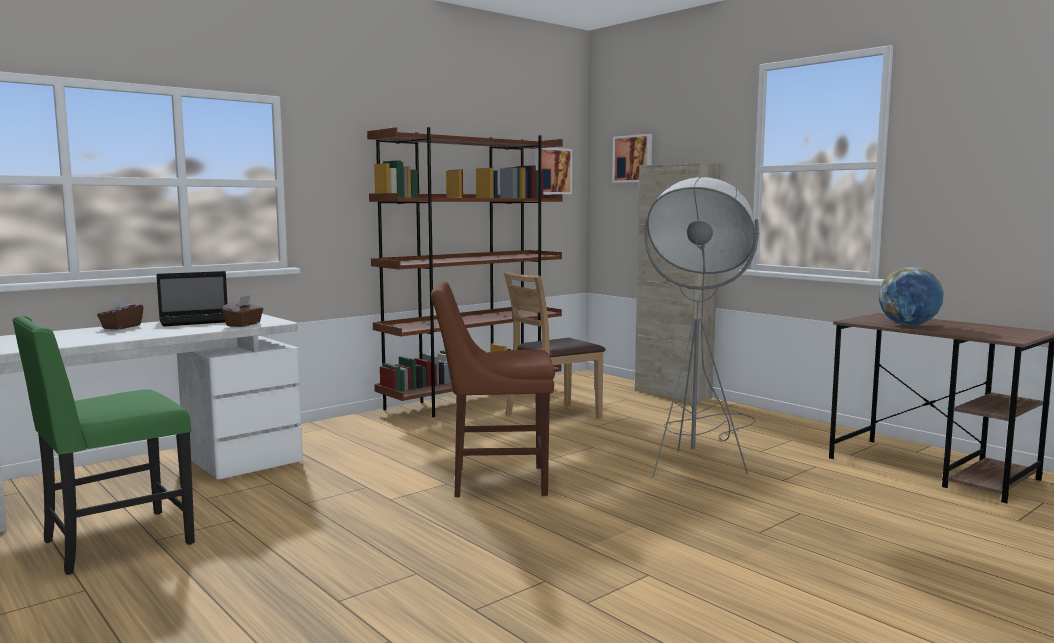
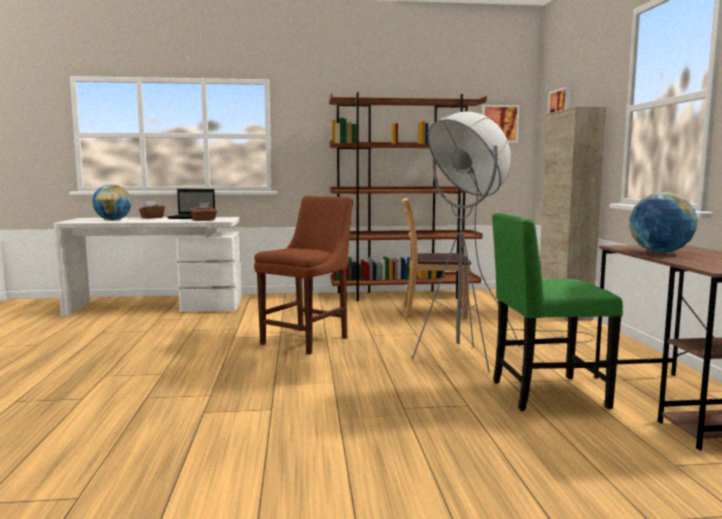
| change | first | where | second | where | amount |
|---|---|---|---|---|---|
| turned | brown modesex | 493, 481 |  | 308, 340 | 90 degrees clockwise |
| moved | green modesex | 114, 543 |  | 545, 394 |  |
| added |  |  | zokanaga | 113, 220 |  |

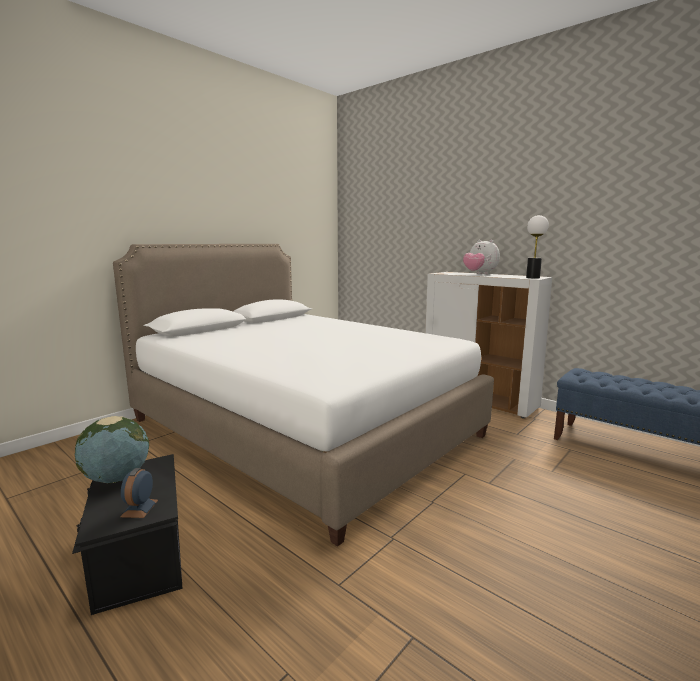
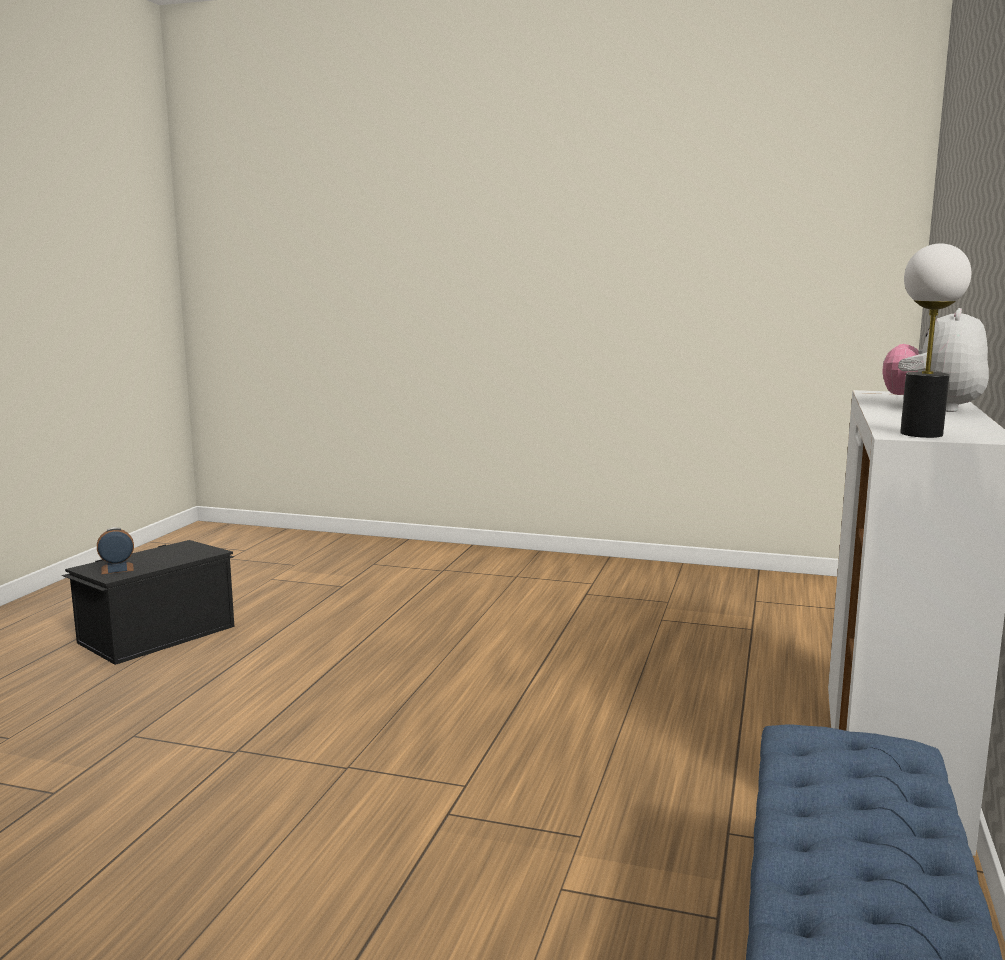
| change | first | where | second | where | amount |
|---|---|---|---|---|---|
| removed | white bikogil | 302, 428 |  |  |  |
| removed | zokanaga | 116, 478 |  |  |  |

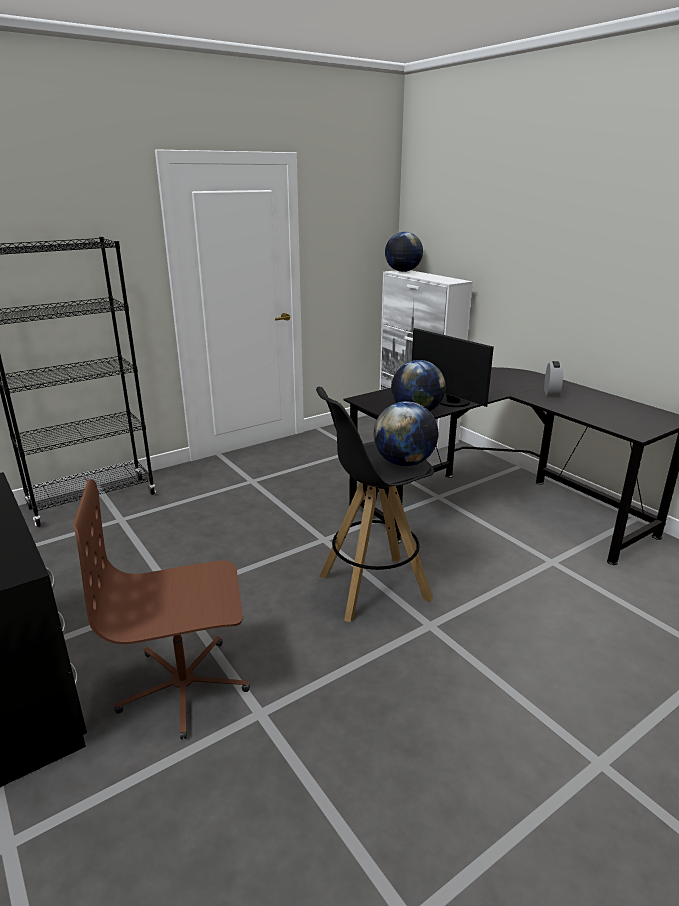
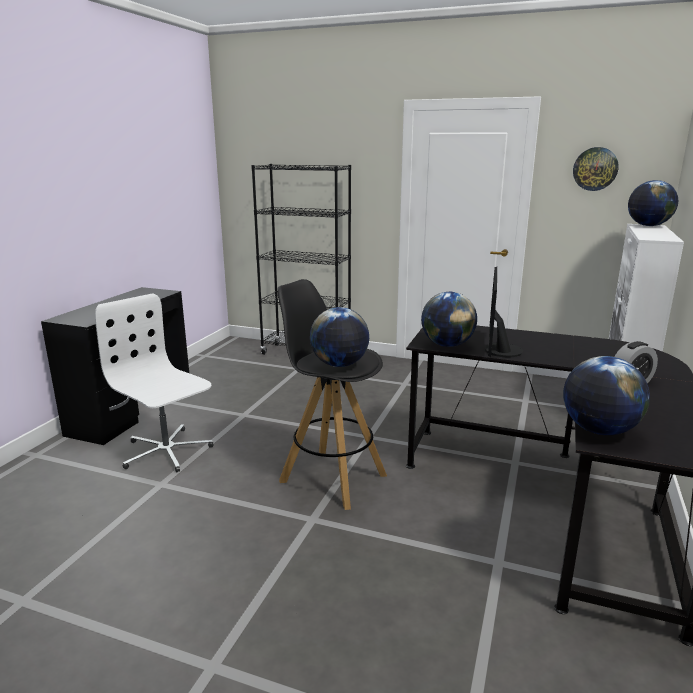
| change | first | where | second | where | amount |
|---|---|---|---|---|---|
| recoloured | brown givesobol | 184, 686 | white givesobol | 166, 451 |  |
| added |  |  | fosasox | 595, 169 |  |
| added |  |  | zokanaga | 599, 430 |  |

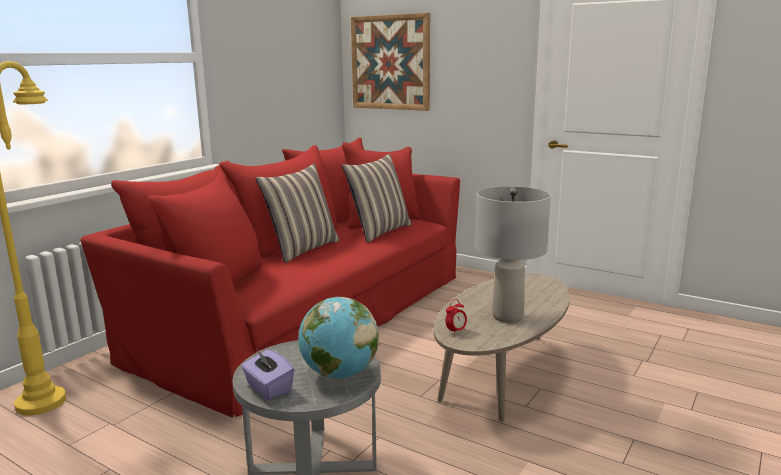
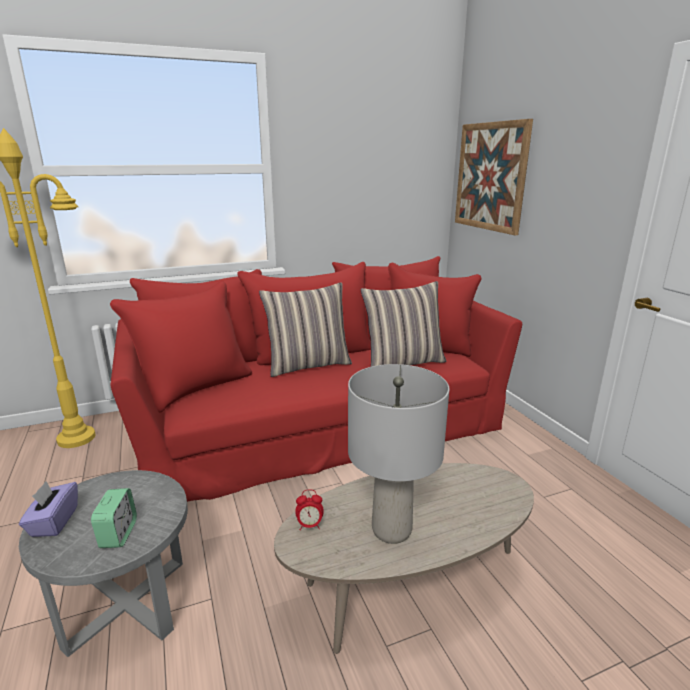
| change | first | where | second | where | amount |
|---|---|---|---|---|---|
| replaced | zokanaga | 339, 374 | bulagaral | 118, 534 |  |

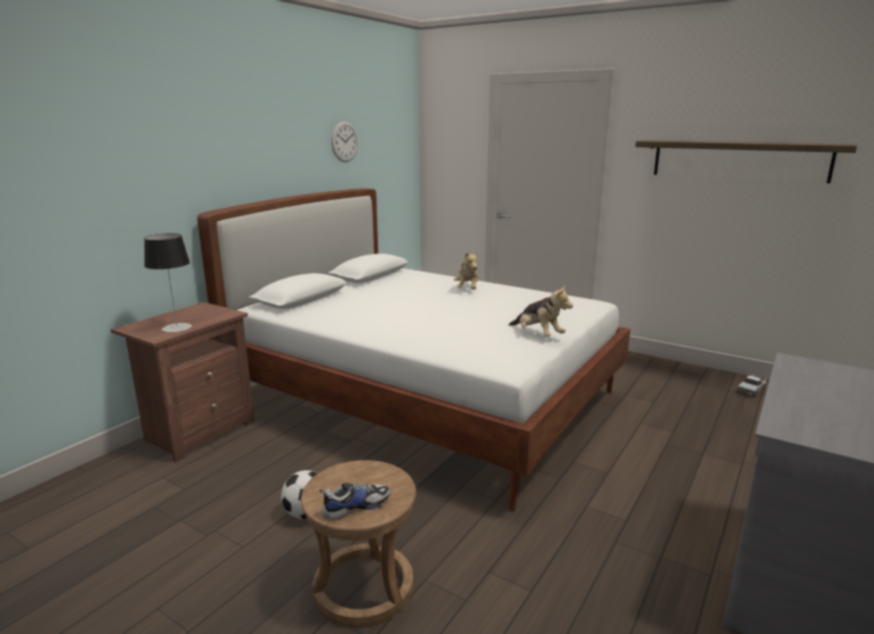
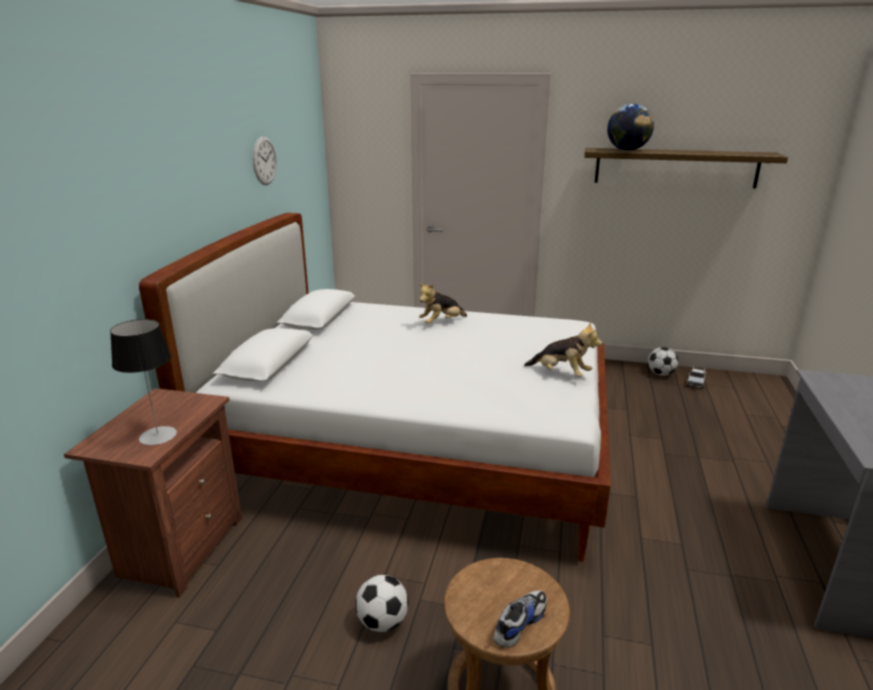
| change | first | where | second | where | amount |
|---|---|---|---|---|---|
| turned | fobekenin | 467, 289 |  | 441, 323 | 75 degrees clockwise |
| added |  |  | zokanaga | 627, 150 |  |
| added |  |  | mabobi | 660, 374 |  |

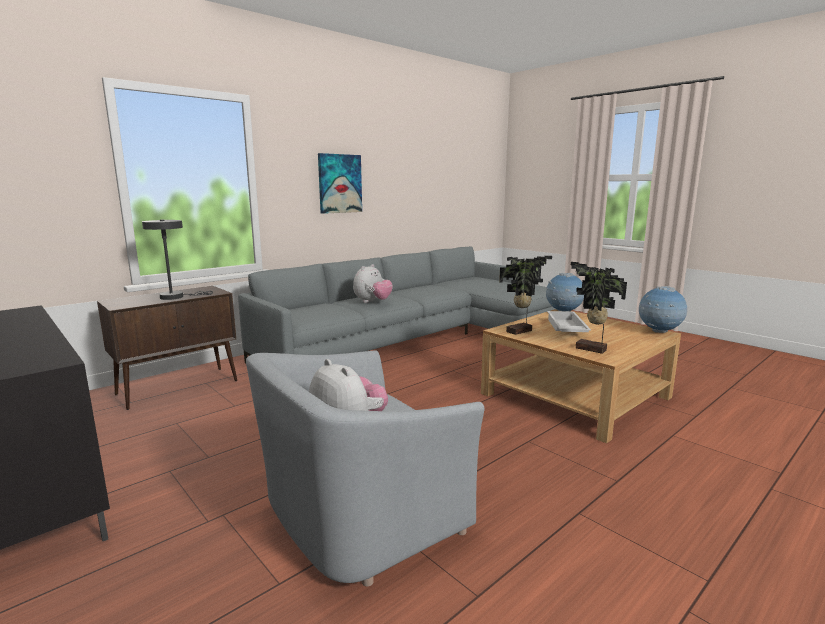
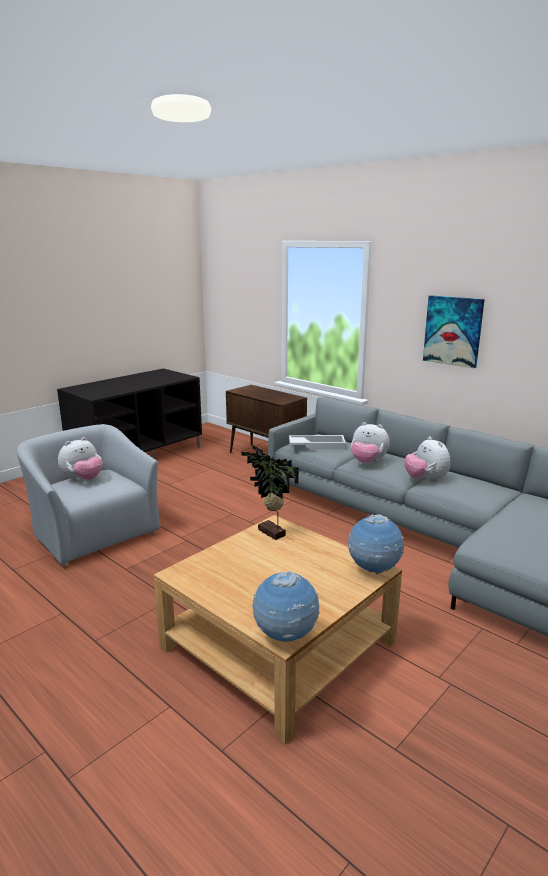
| change | first | where | second | where | amount |
|---|---|---|---|---|---|
| removed | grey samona | 176, 297 |  |  |  |
| removed | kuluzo | 591, 350 |  |  |  |
| moved | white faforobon | 565, 328 |  | 317, 445 |  |
| added |  |  | fobekenin | 425, 479 |  |

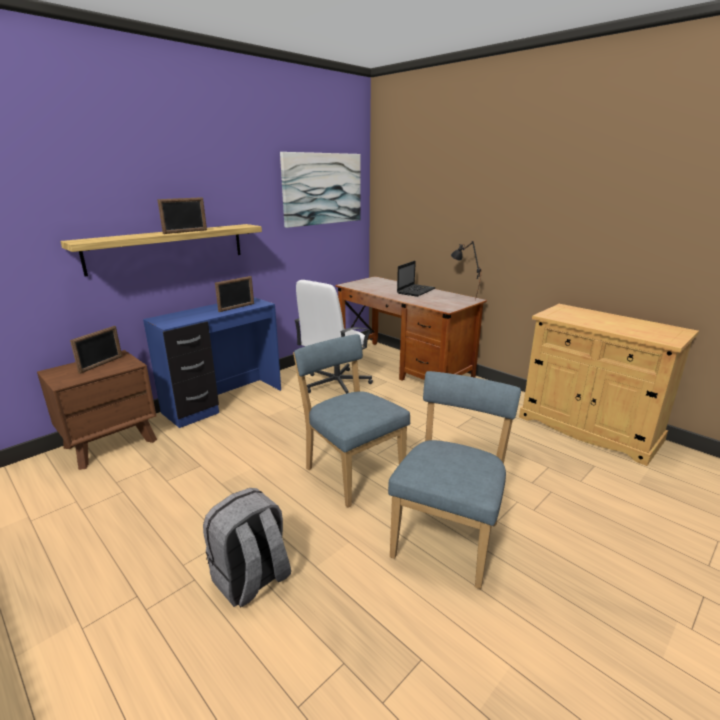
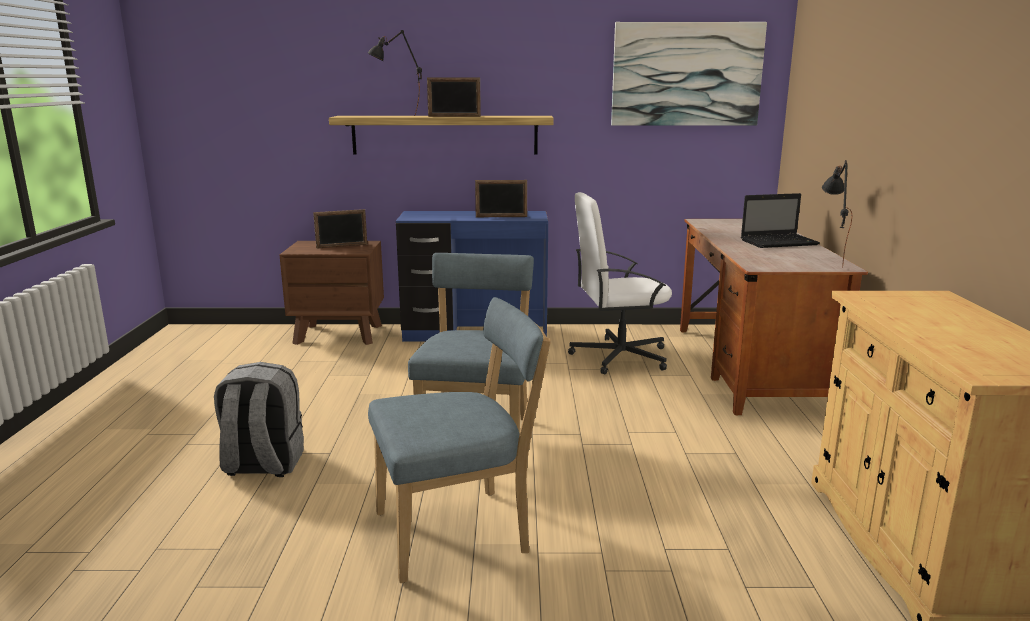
| change | first | where | second | where | amount |
|---|---|---|---|---|---|
| added |  |  | black samona | 397, 116 |  |

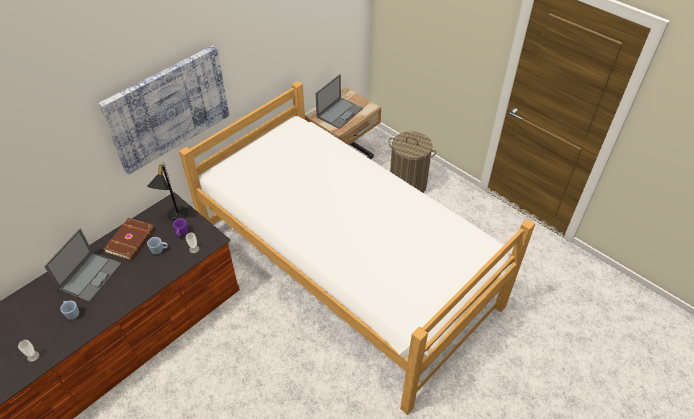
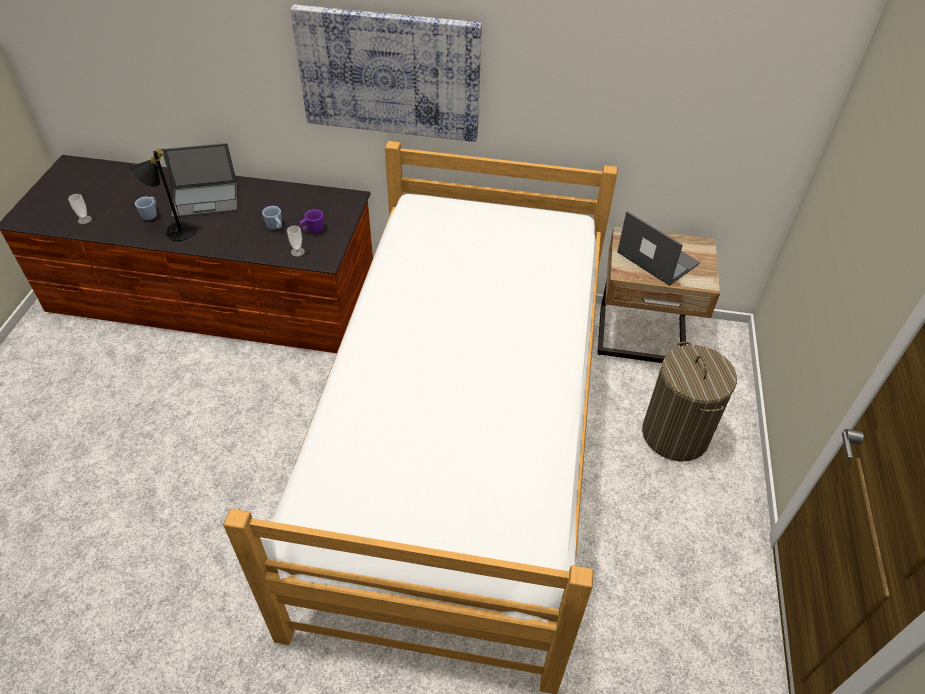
| change | first | where | second | where | amount |
|---|---|---|---|---|---|
| turned | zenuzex | 340, 112 |  | 656, 258 | 135 degrees counterclockwise |
| moved | black samona | 174, 216 |  | 174, 231 |  |
| removed | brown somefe | 131, 240 |  |  |  |

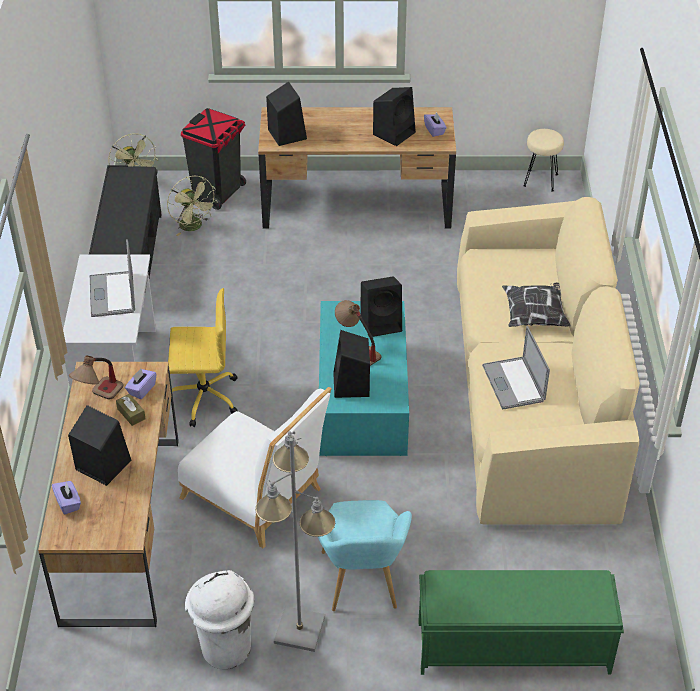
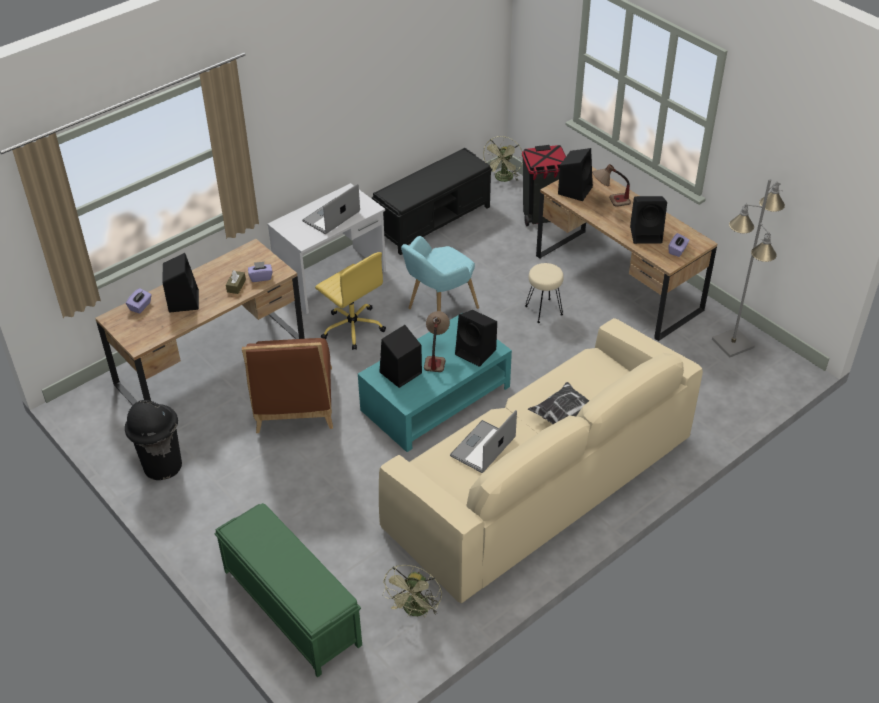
| change | first | where | second | where | amount |
|---|---|---|---|---|---|
| moved | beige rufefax | 540, 181 |  | 543, 310 |  |
| moved | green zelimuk | 194, 227 |  | 415, 611 |  |
| moved | samona | 99, 399 |  | 609, 202 |  |
| recoloured | white modesex | 257, 498 | brown modesex | 294, 404 |  |
| moved | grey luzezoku | 300, 629 |  | 733, 343 |  |
| moved | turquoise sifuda | 361, 585 |  | 438, 309 |  |
| recoloured | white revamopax | 225, 648 | black revamopax | 162, 465 |  |

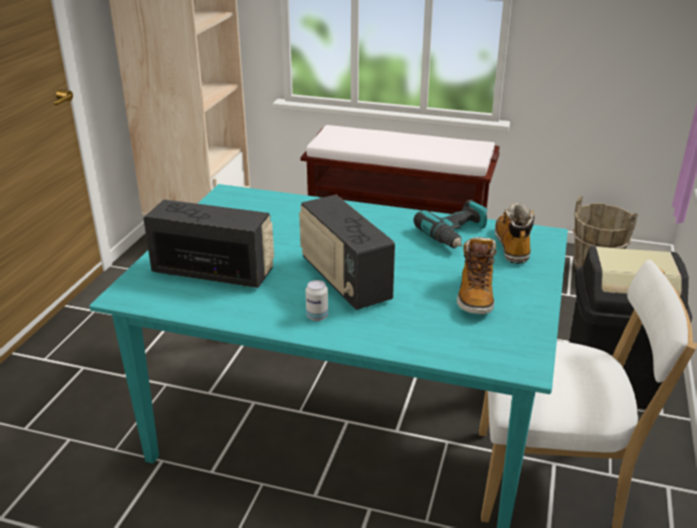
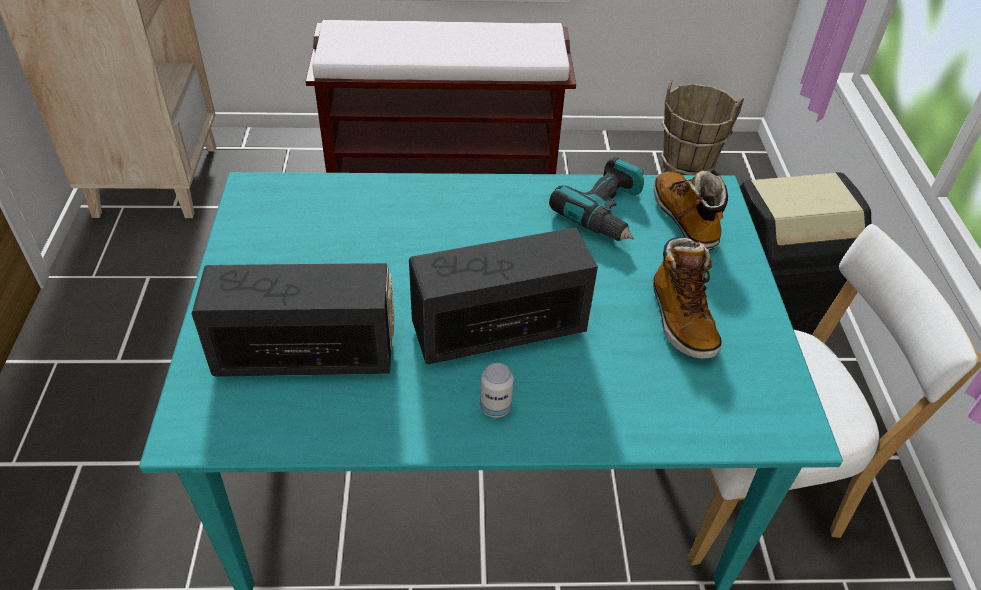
| change | first | where | second | where | amount |
|---|---|---|---|---|---|
| turned | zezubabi | 344, 280 |  | 500, 329 | 120 degrees clockwise |

